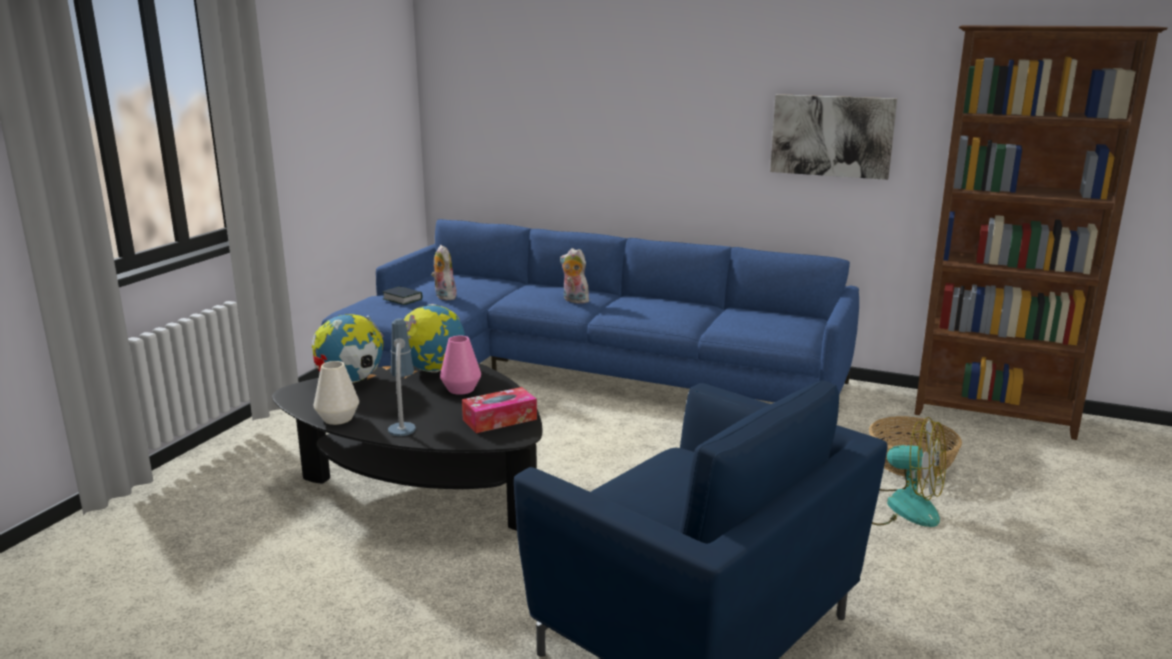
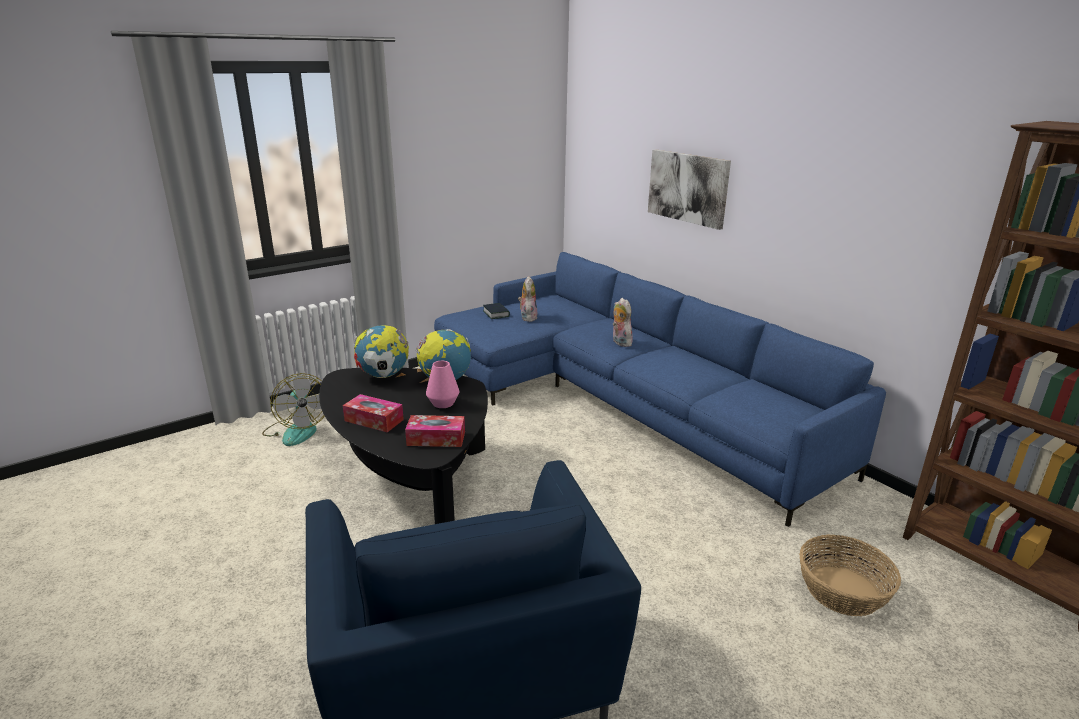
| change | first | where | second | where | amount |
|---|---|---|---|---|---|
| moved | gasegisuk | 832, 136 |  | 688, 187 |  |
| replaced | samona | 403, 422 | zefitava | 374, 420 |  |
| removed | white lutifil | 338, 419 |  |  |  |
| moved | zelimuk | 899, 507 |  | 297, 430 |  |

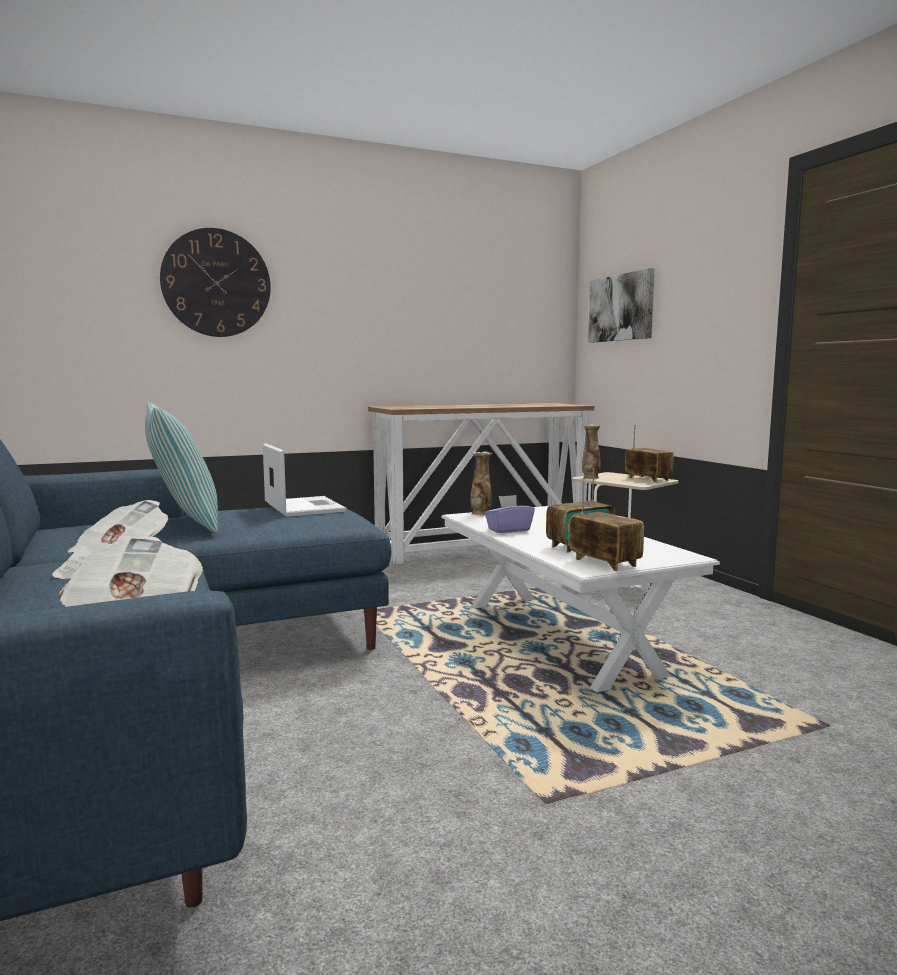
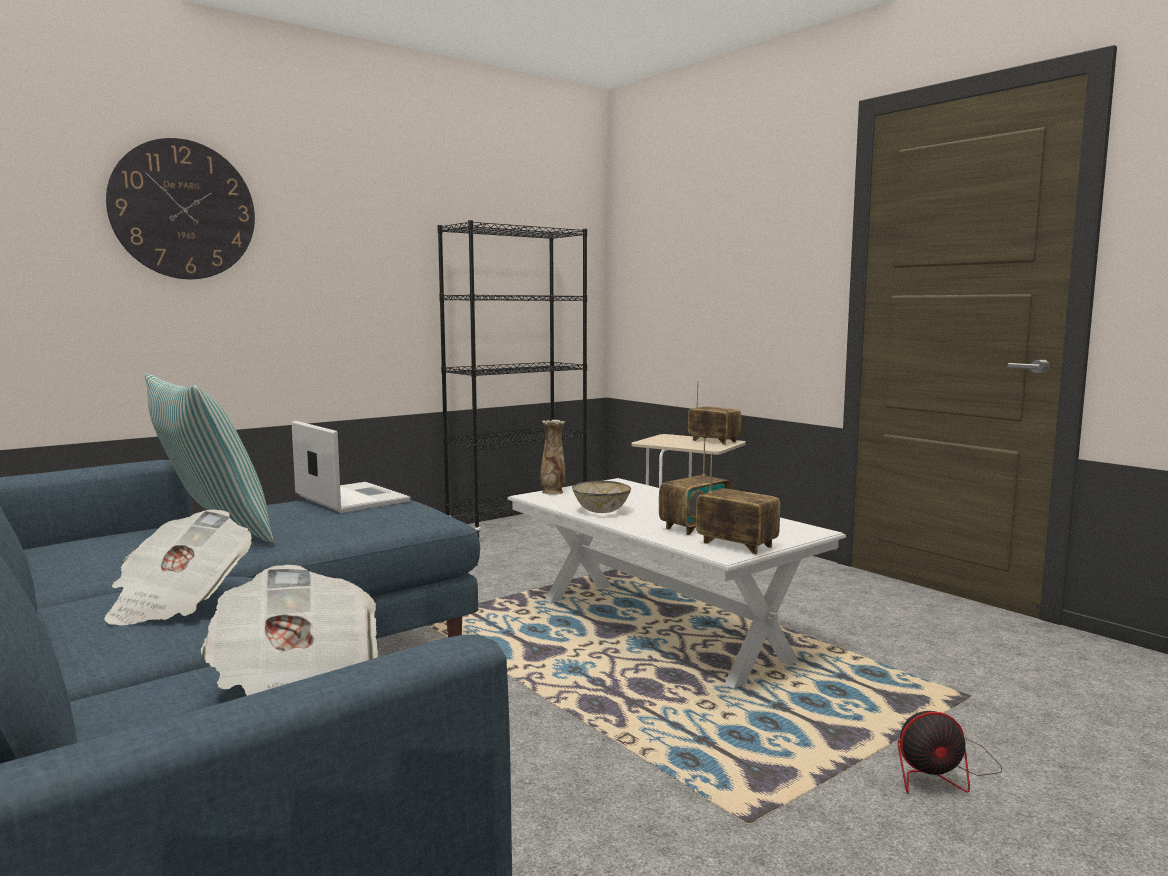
| change | first | where | second | where | amount |
|---|---|---|---|---|---|
| removed | gasegisuk | 621, 308 |  |  |  |
| replaced | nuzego | 482, 546 | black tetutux | 518, 525 |  |
| removed | lutifil | 590, 477 |  |  |  |
| replaced | purple zefitava | 508, 530 | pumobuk | 601, 511 |  |
| added |  |  | zelimuk | 940, 770 |  |

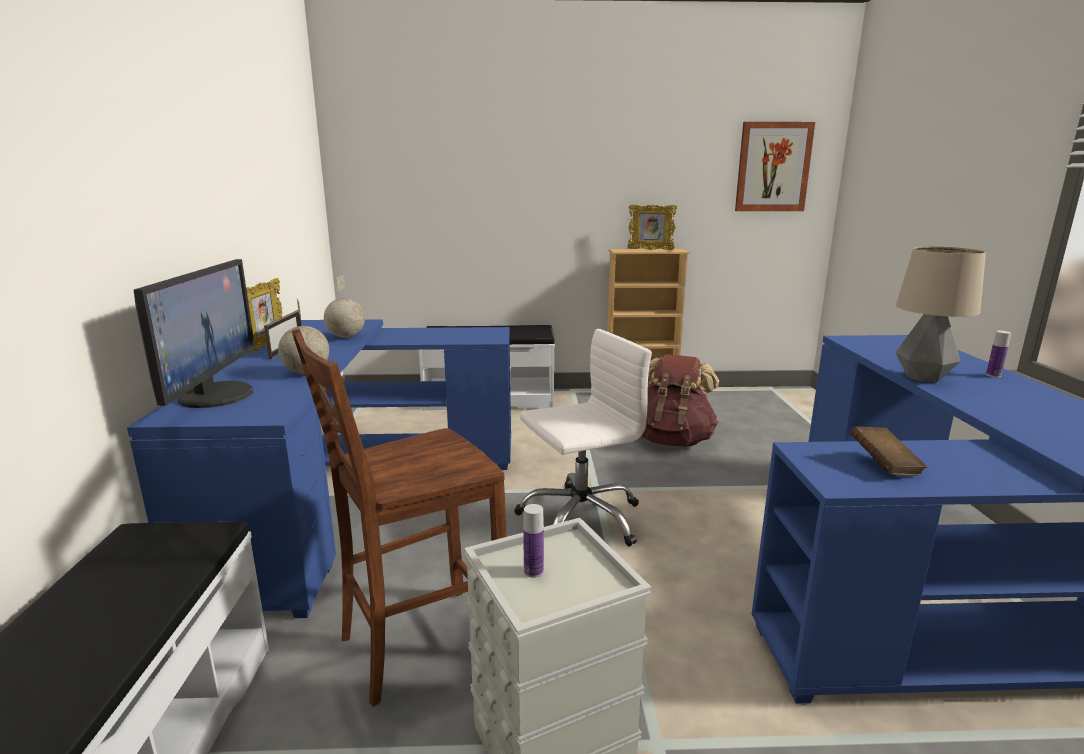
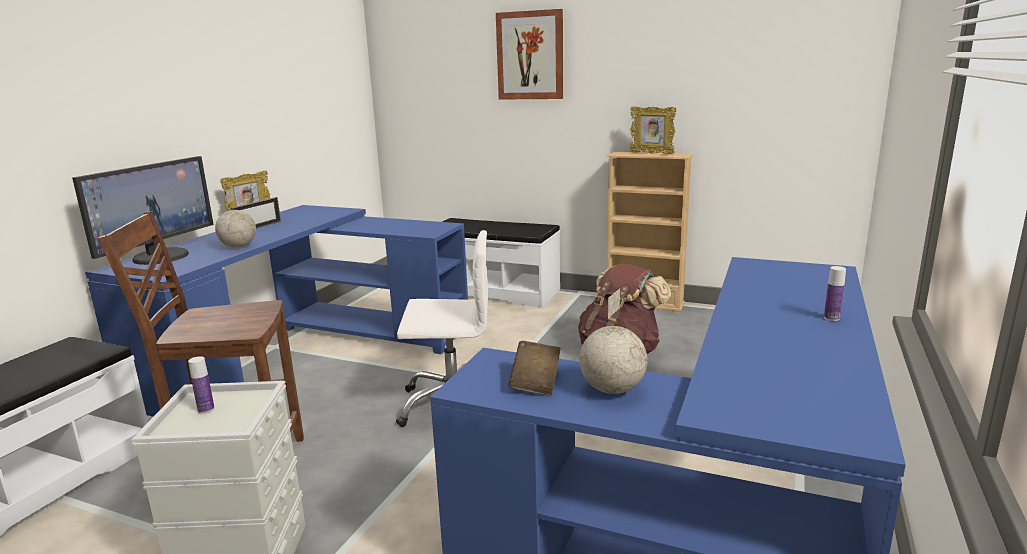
| change | first | where | second | where | amount |
|---|---|---|---|---|---|
| moved | gasegisuk | 773, 167 |  | 530, 55 |  |
| removed | samona | 923, 377 |  |  |  |
| moved | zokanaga | 345, 337 |  | 611, 390 |  |

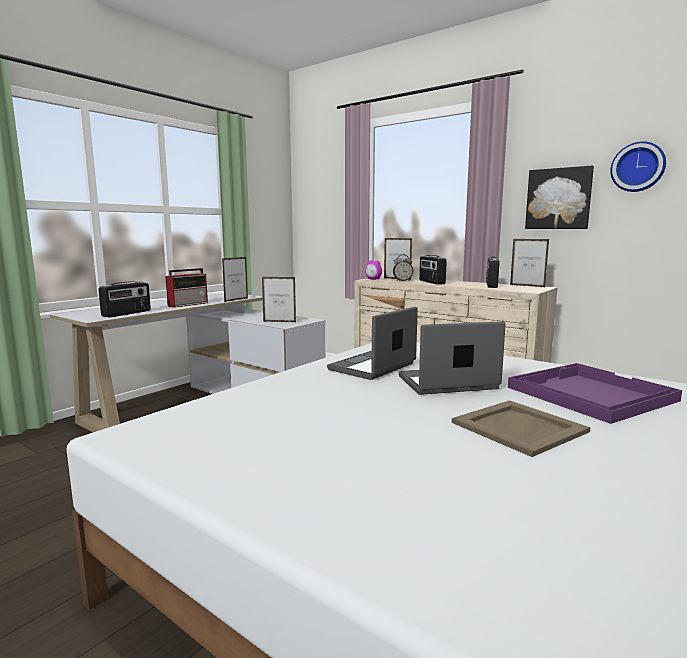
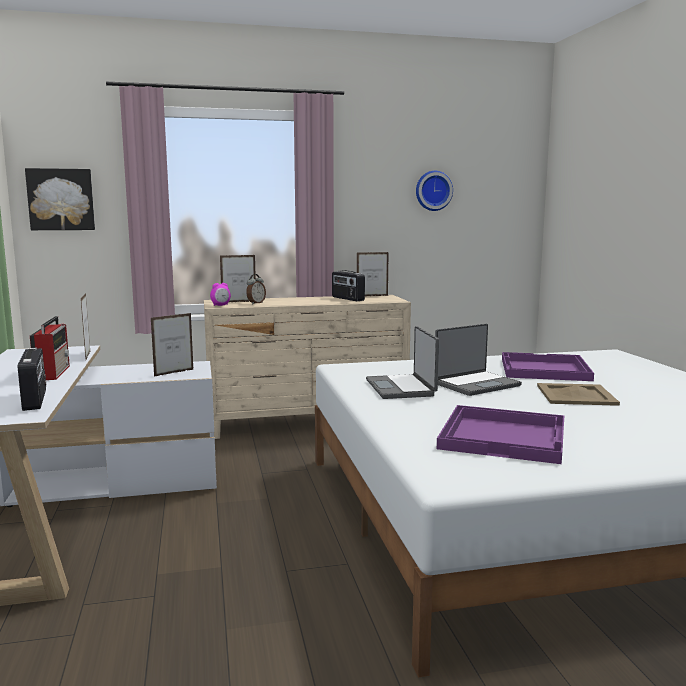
| change | first | where | second | where | amount |
|---|---|---|---|---|---|
| moved | gasegisuk | 558, 199 |  | 61, 199 |  |
| removed | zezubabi | 431, 282 |  |  |  |
| turned | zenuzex | 448, 383 |  | 476, 384 | 150 degrees counterclockwise |
| added |  |  | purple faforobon | 504, 436 |  |

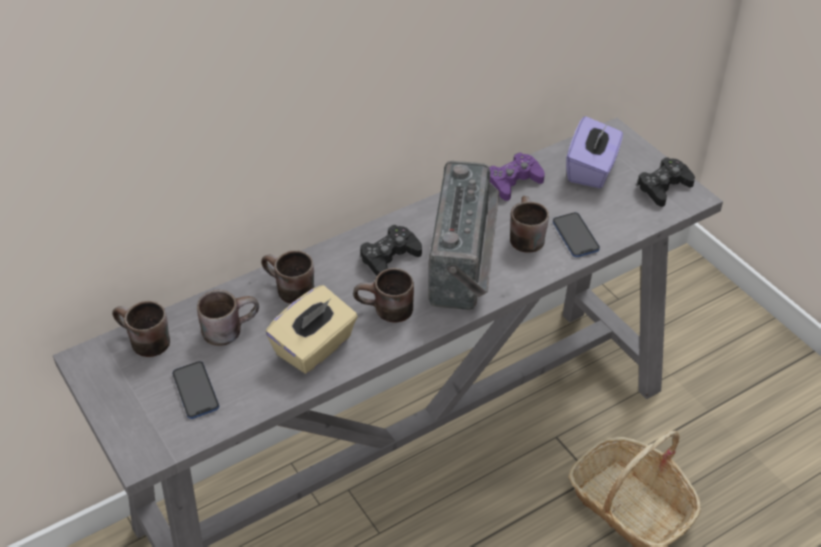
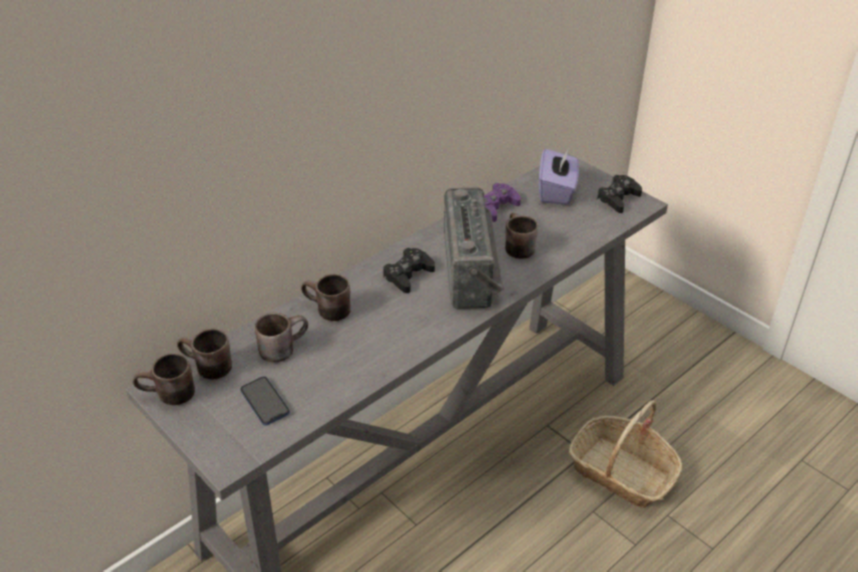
| change | first | where | second | where | amount |
|---|---|---|---|---|---|
| removed | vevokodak | 575, 236 |  |  |  |
| moved | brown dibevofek | 385, 313 |  | 168, 397 |  |
| removed | beige zefitava | 314, 348 |  |  |  |

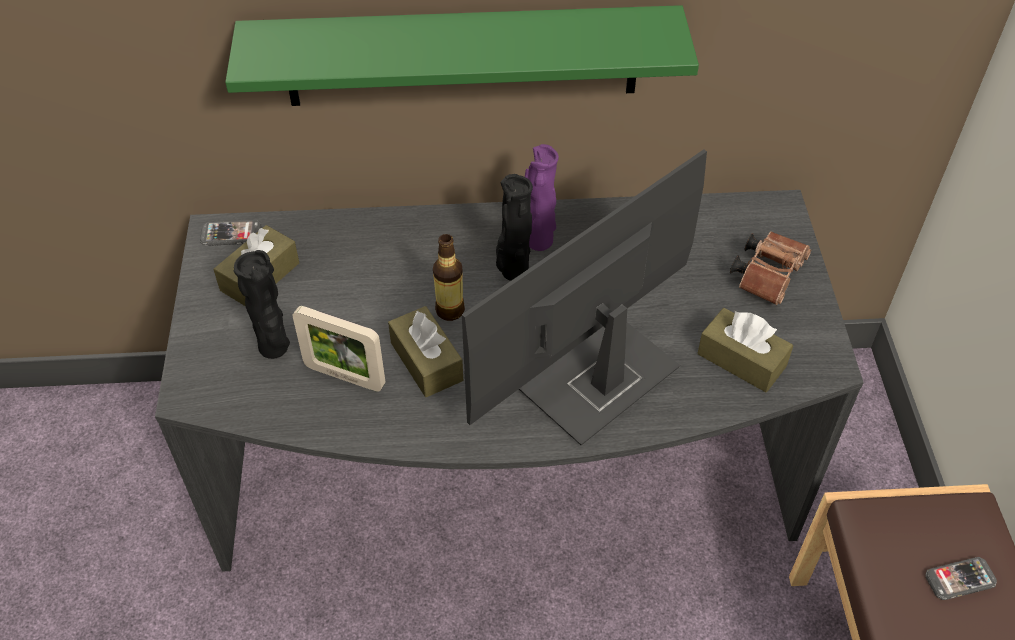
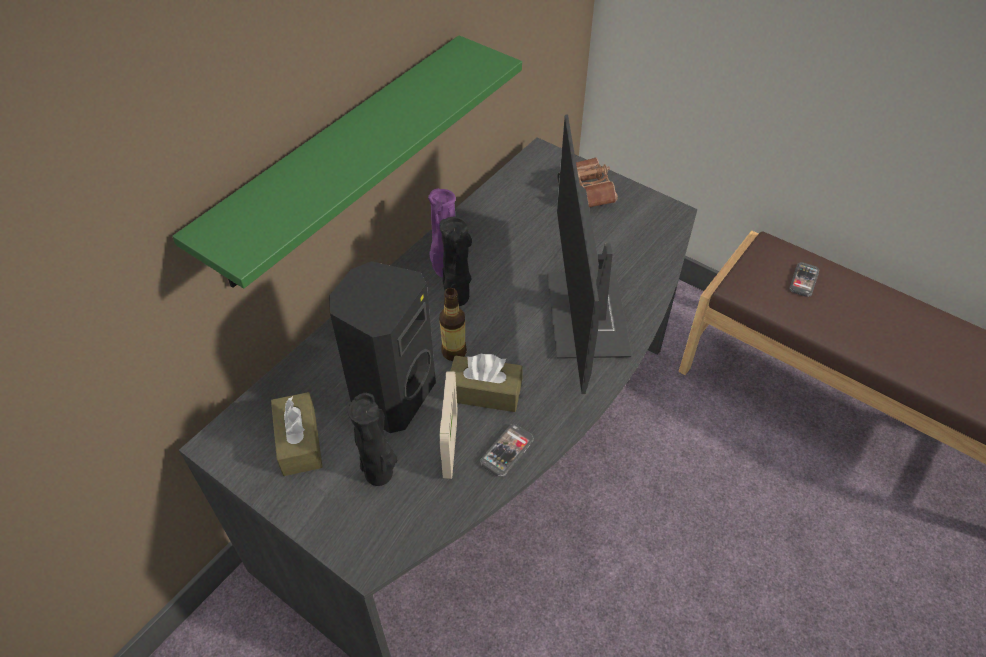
| change | first | where | second | where | amount |
|---|---|---|---|---|---|
| moved | vevokodak | 231, 234 |  | 507, 451 |  |
| turned | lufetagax | 344, 376 |  | 450, 446 | 60 degrees counterclockwise |
| removed | brown zefitava | 741, 360 |  |  |  |
| added |  |  | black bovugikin | 391, 395 |  |

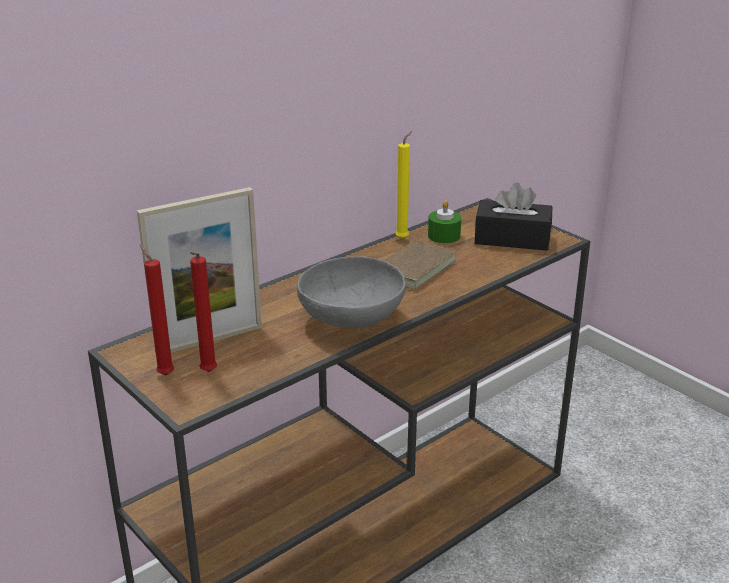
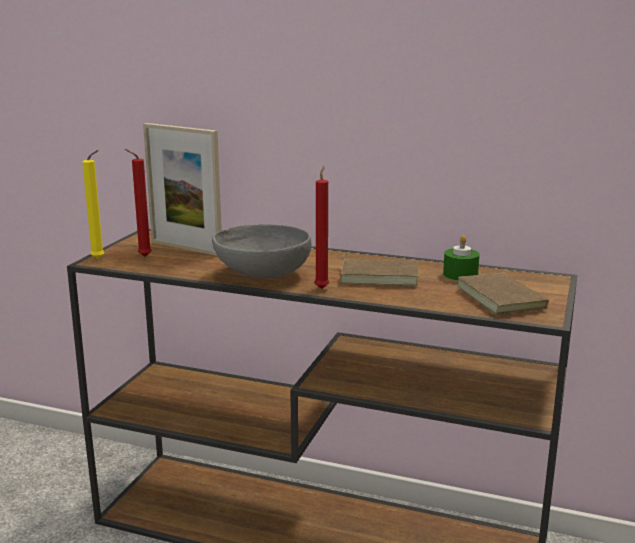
| change | first | where | second | where | amount |
|---|---|---|---|---|---|
| moved | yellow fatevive | 403, 238 |  | 100, 259 |  |
| replaced | black zefitava | 512, 239 | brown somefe | 503, 298 |  |
| moved | red fatevive | 164, 374 |  | 322, 288 |  |

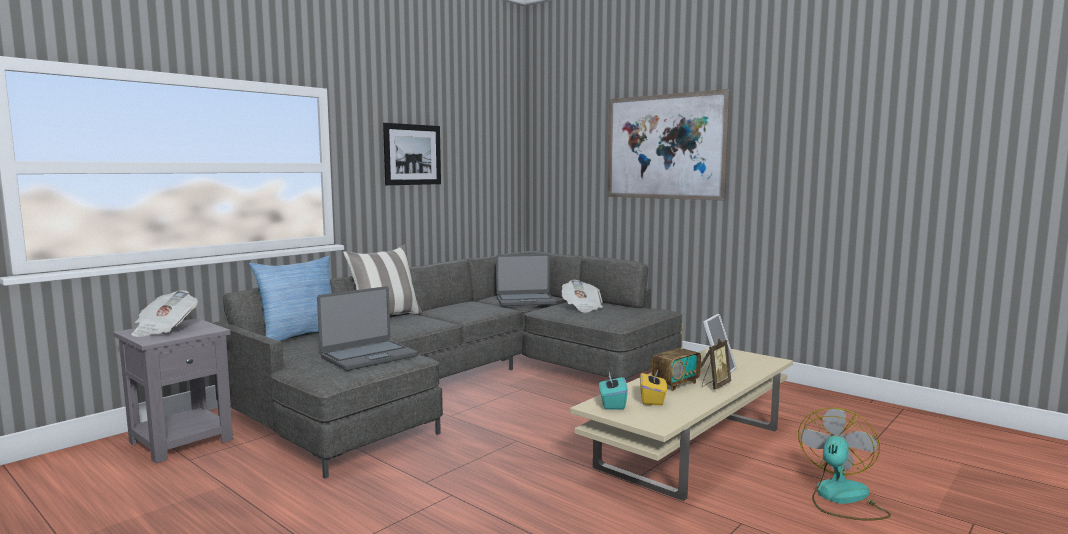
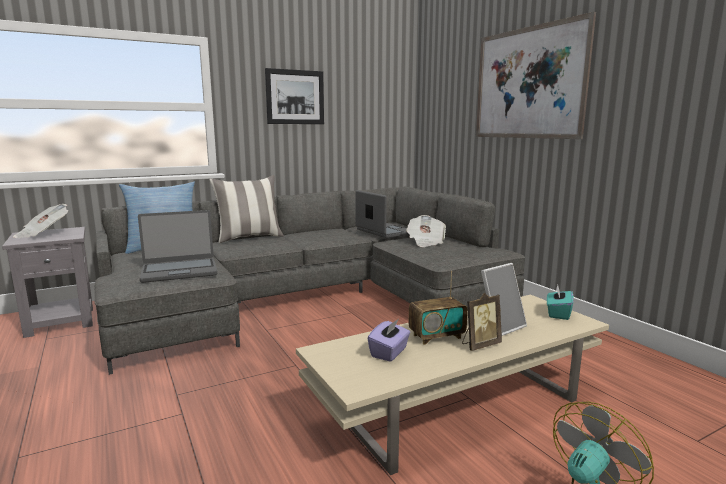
| change | first | where | second | where | amount |
|---|---|---|---|---|---|
| turned | zenuzex | 525, 301 |  | 384, 231 | 135 degrees counterclockwise |
| recoloured | yellow zefitava | 652, 400 | purple zefitava | 389, 352 |  |
| moved | turquoise zefitava | 612, 404 |  | 558, 313 |  |

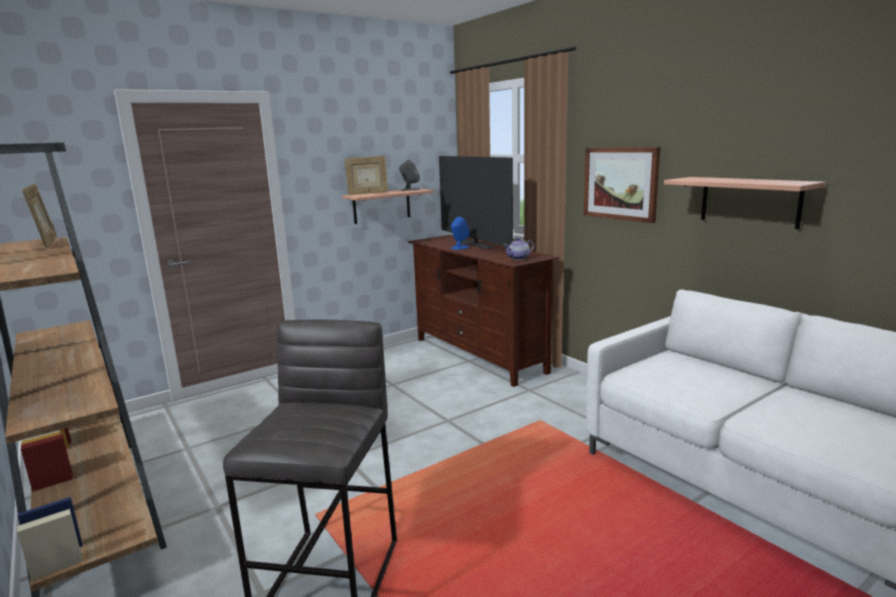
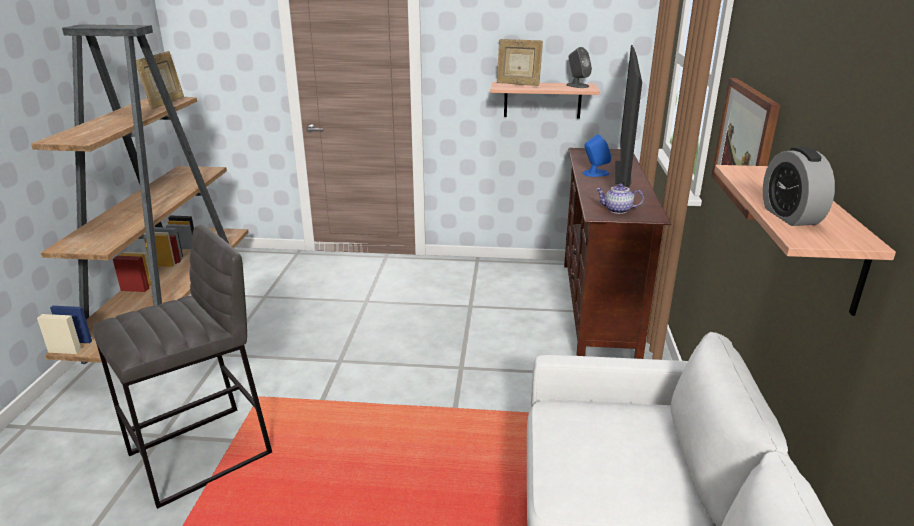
| change | first | where | second | where | amount |
|---|---|---|---|---|---|
| added |  |  | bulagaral | 790, 216 |  |

